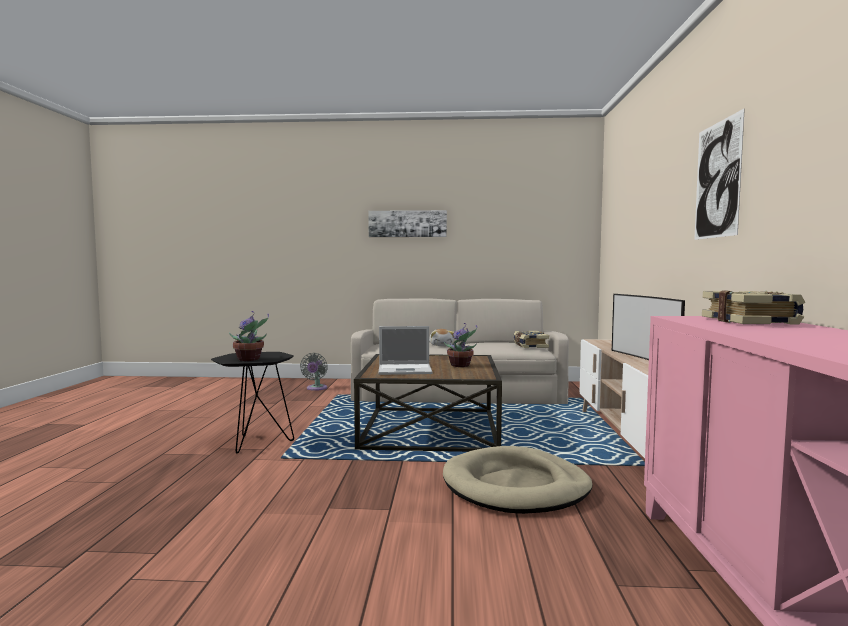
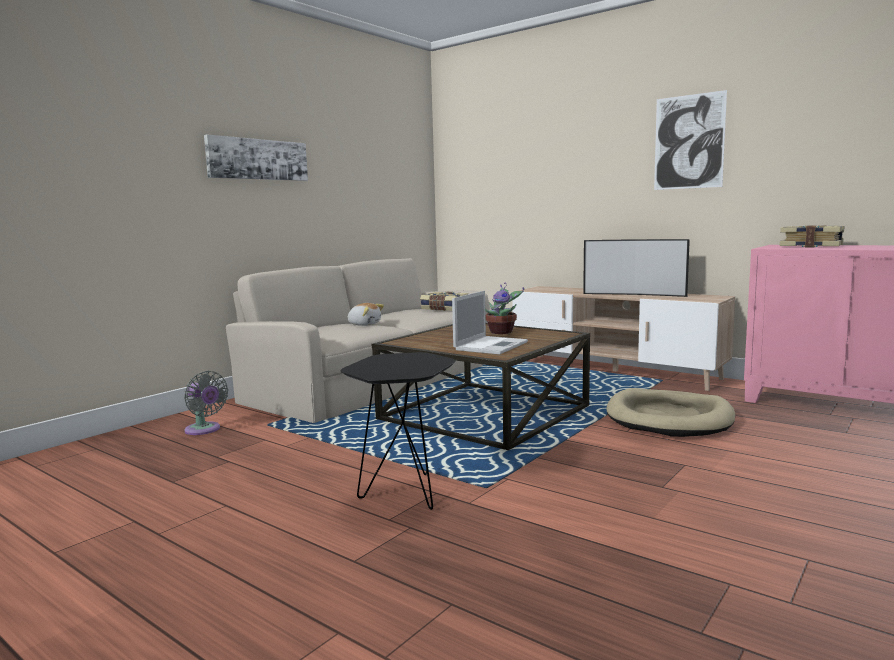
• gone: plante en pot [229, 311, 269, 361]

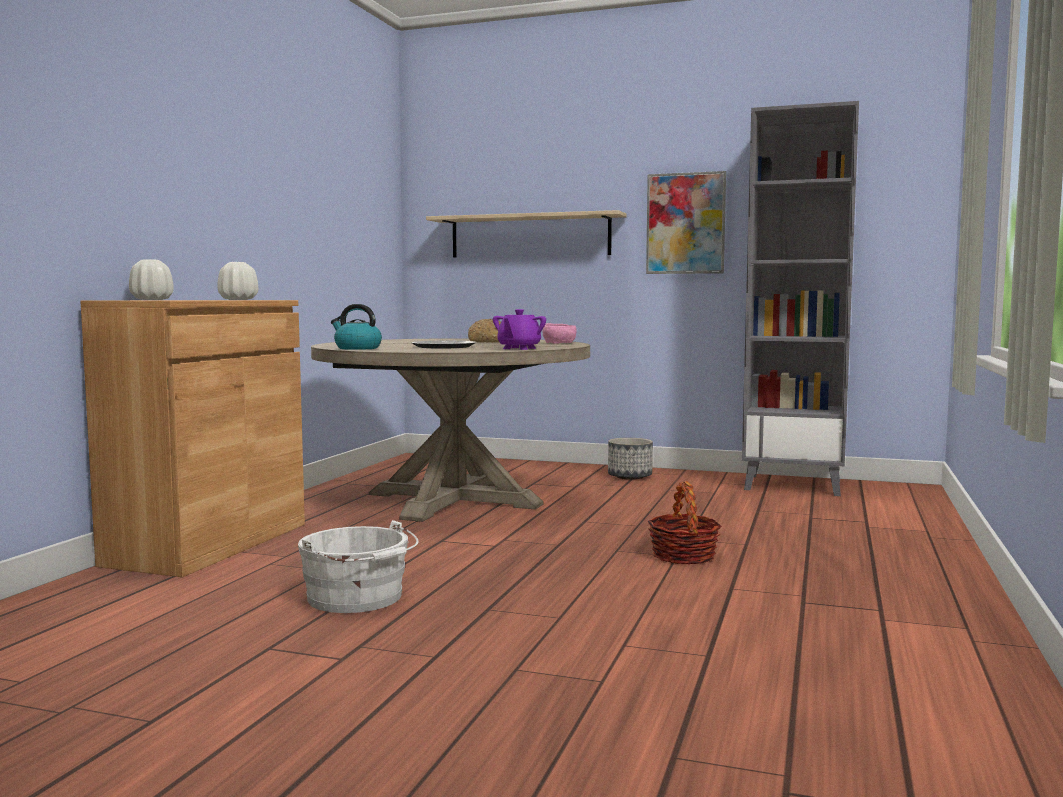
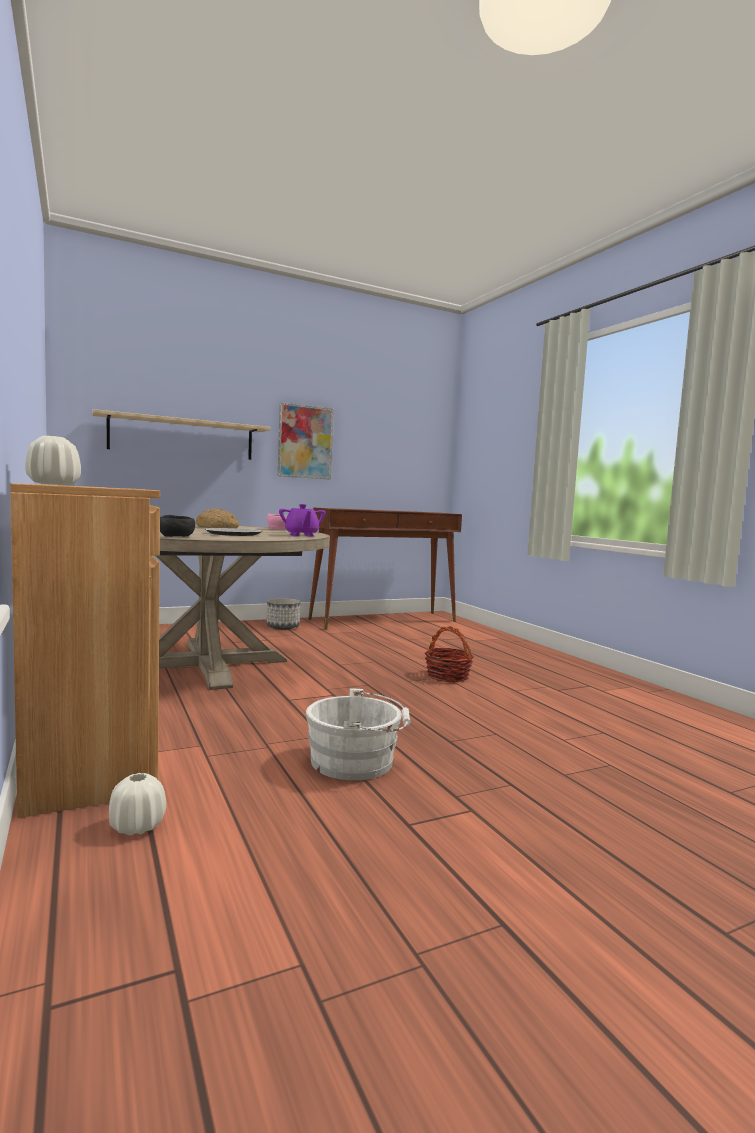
• shifted: vase/blanc [217, 262, 258, 300] to [109, 773, 166, 835]
• swapped: bouilloire [331, 304, 382, 350] to bol/noir [160, 515, 195, 537]
• swapped: bibliothèque/gris [742, 101, 859, 496] to table console/marron [308, 508, 462, 629]

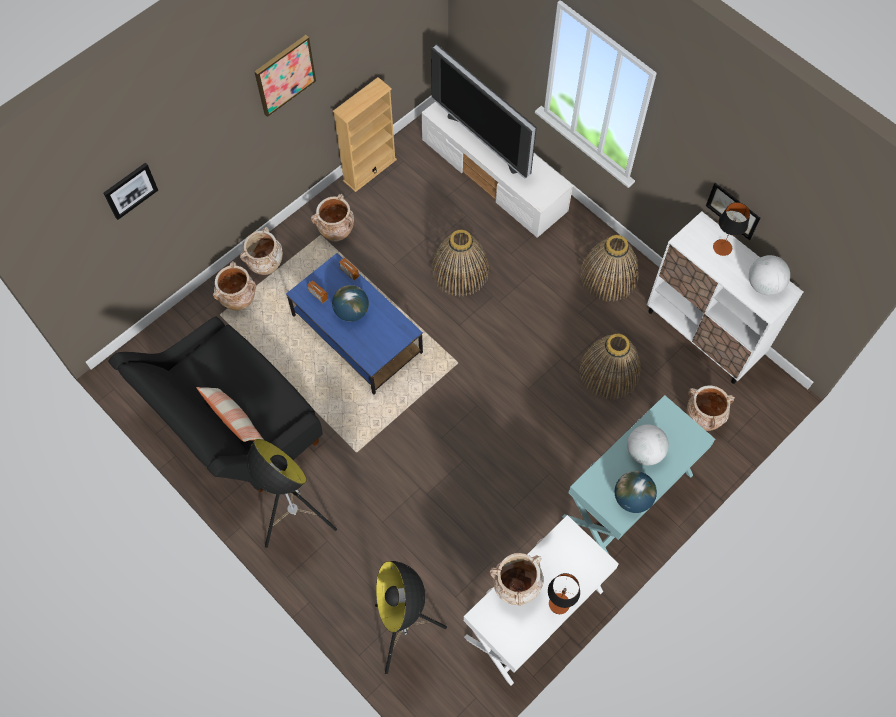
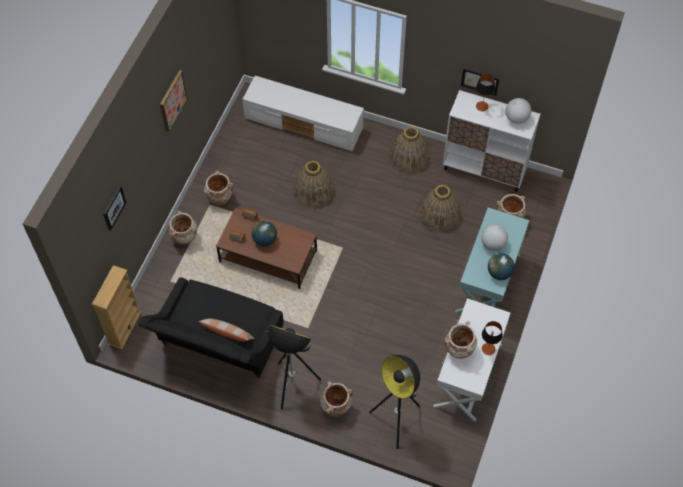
• shifted: bibliothèque/beige [333, 77, 397, 192] to [92, 265, 141, 349]
• repainted: table basse/bleu [286, 253, 423, 394] to table basse/marron [216, 208, 317, 289]
• shifted: vase/beige [213, 261, 256, 311] to [321, 381, 353, 417]
• gone: téléviseur [431, 44, 537, 179]

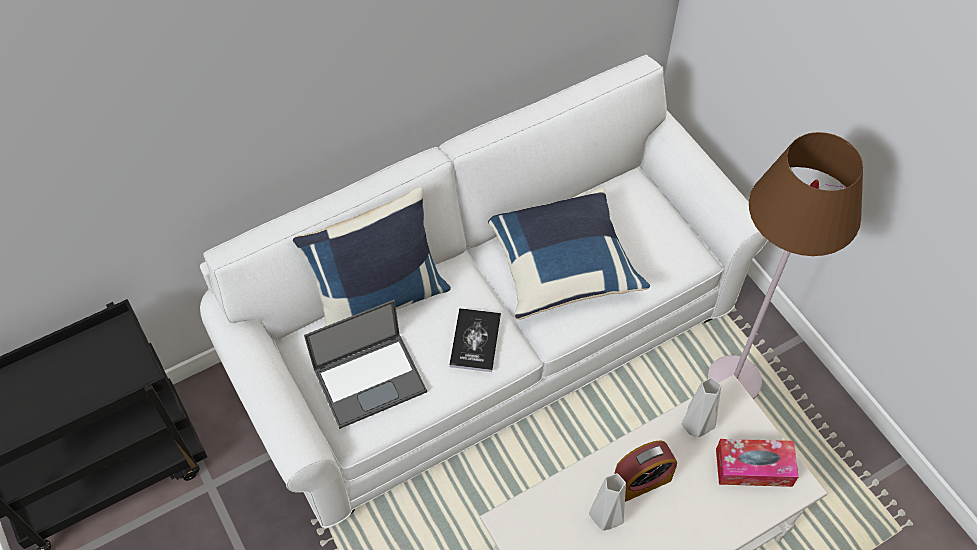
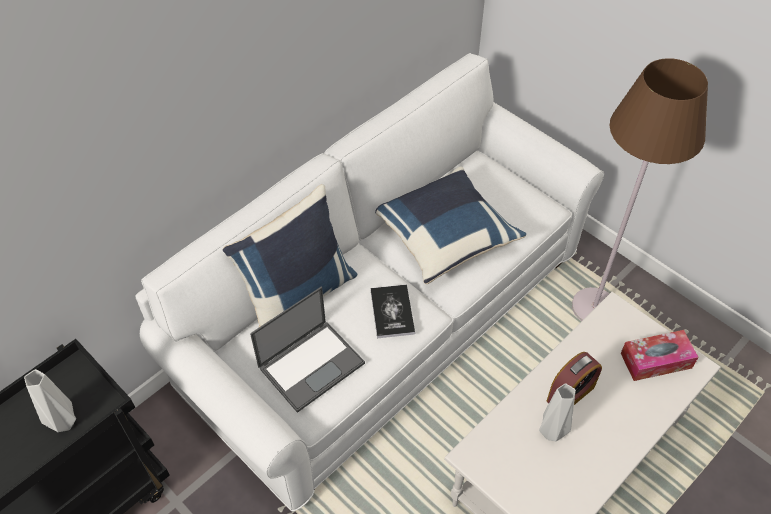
• shifted: vase/gris [682, 377, 721, 437] to [24, 369, 76, 432]

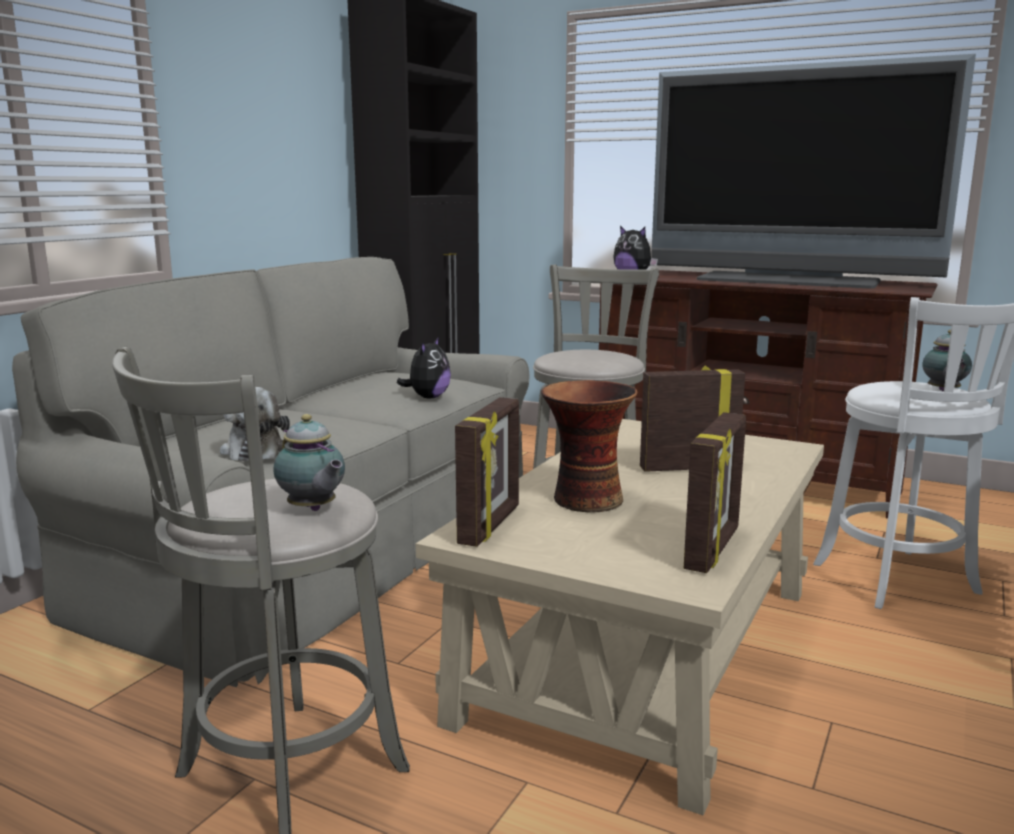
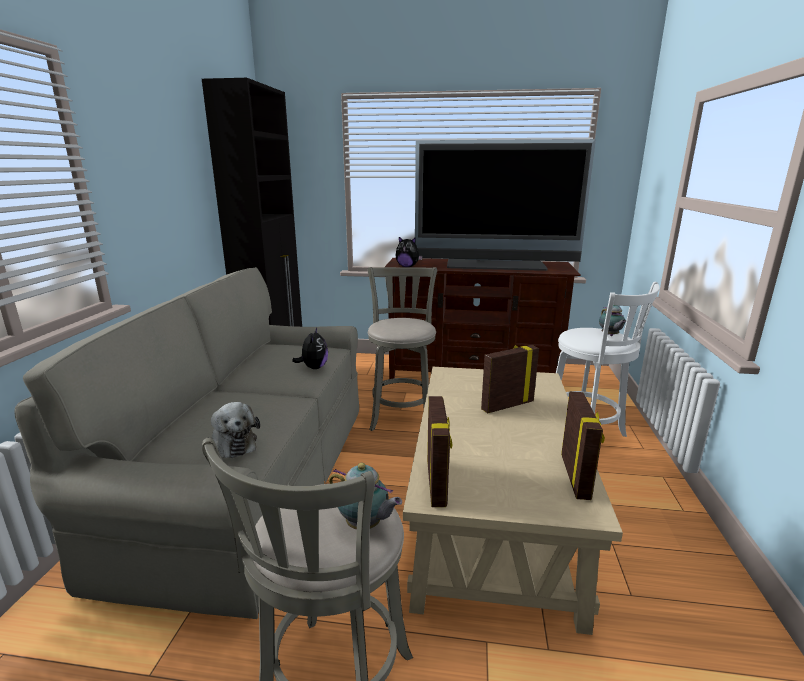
• gone: vase [541, 380, 637, 513]

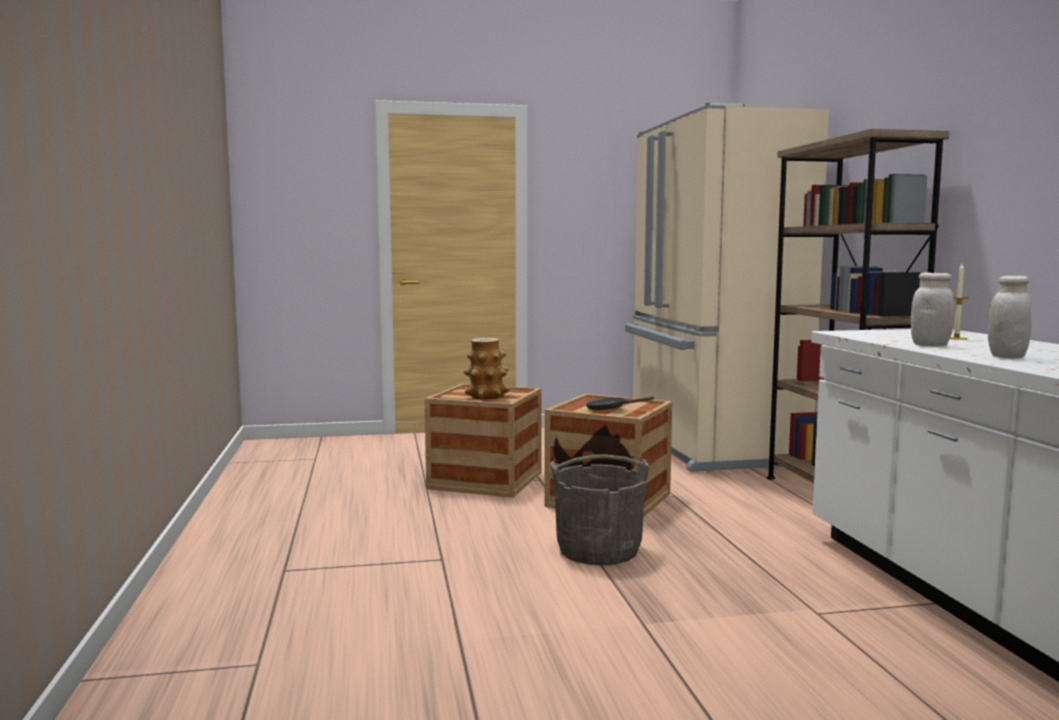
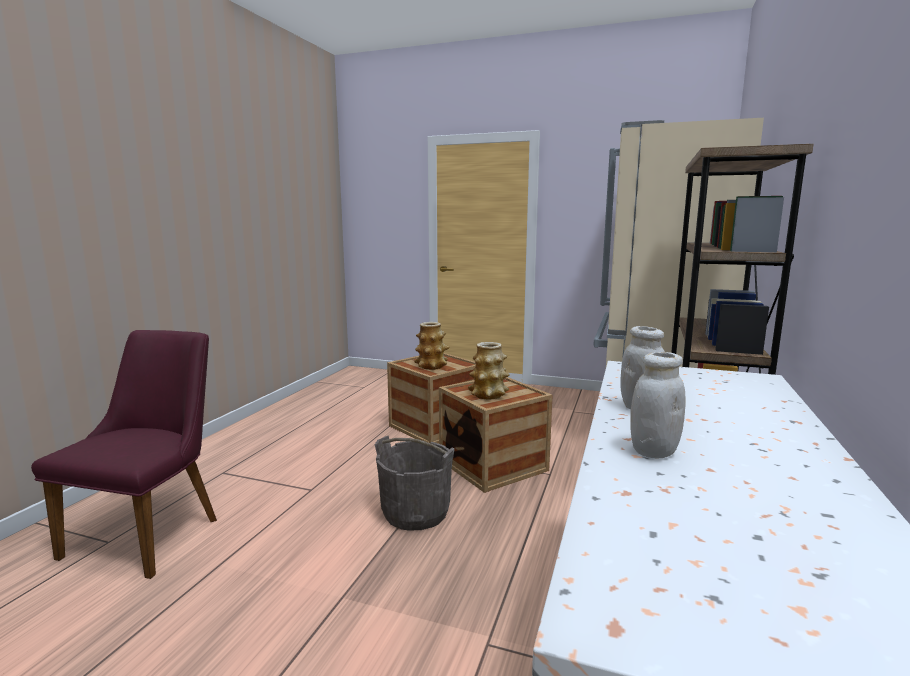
• new: chaise/violet [31, 330, 217, 579]
• swapped: poêle/noir [586, 396, 655, 410] to vase [468, 342, 510, 400]
• gone: bougie [950, 264, 969, 340]

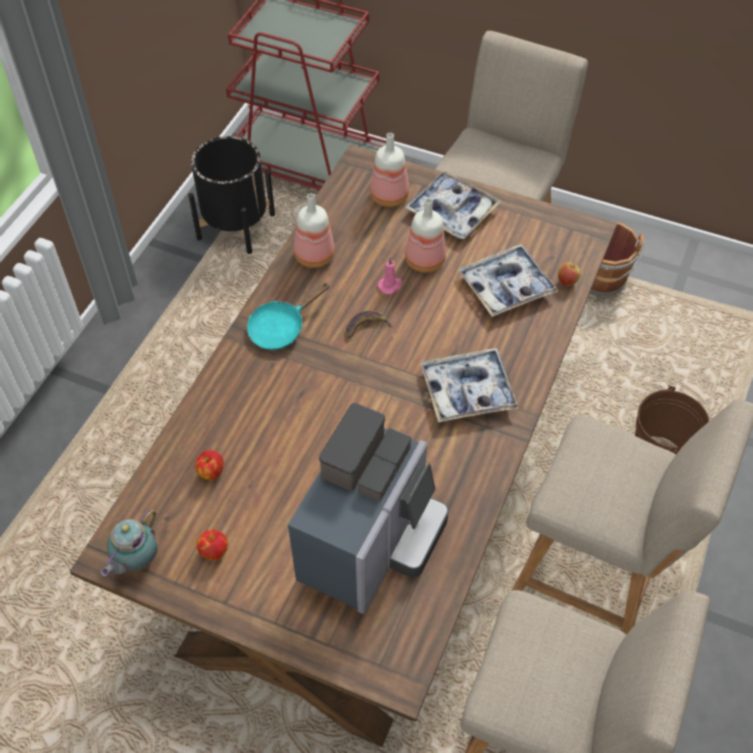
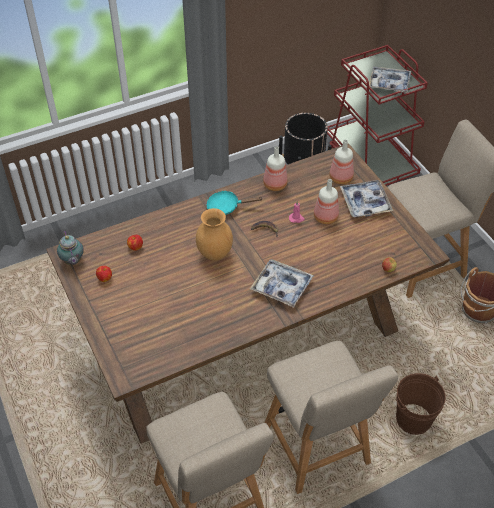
• rotated: théière [101, 508, 158, 576] = [57, 231, 84, 265] 90 degrees counterclockwise
• new: vase/marron [196, 208, 233, 261]
• shifted: plateau [459, 244, 558, 317] to [369, 66, 411, 93]
• gone: machine à café [288, 403, 449, 614]

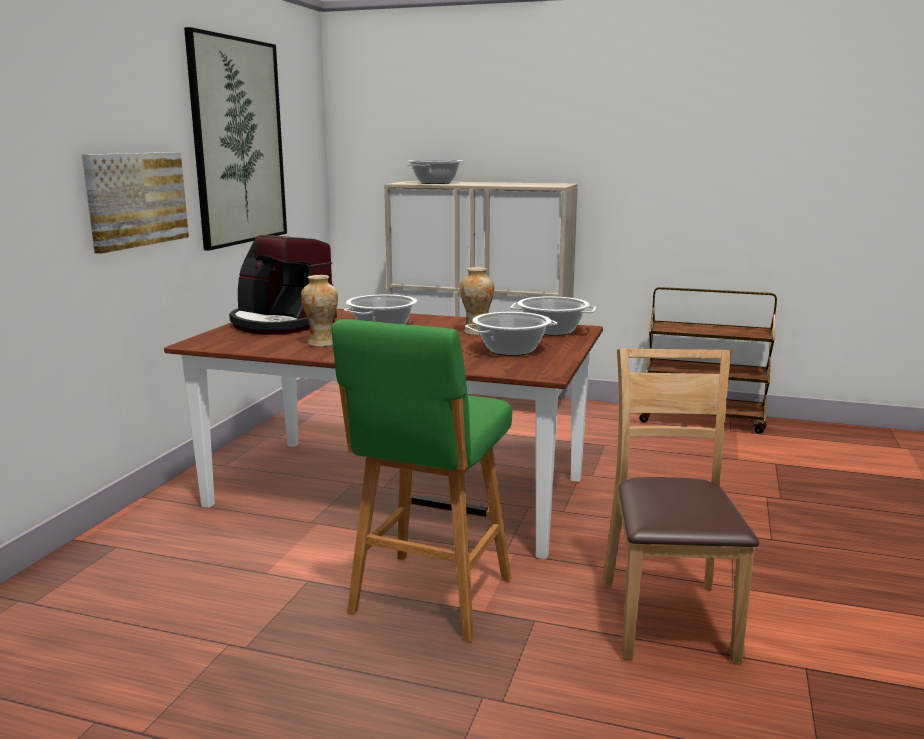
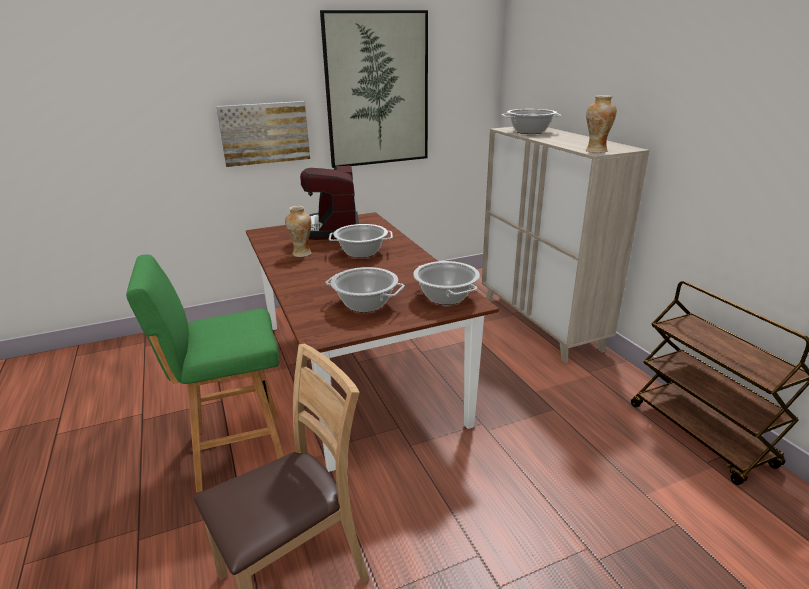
• shifted: vase [460, 267, 494, 335] to [586, 95, 617, 153]

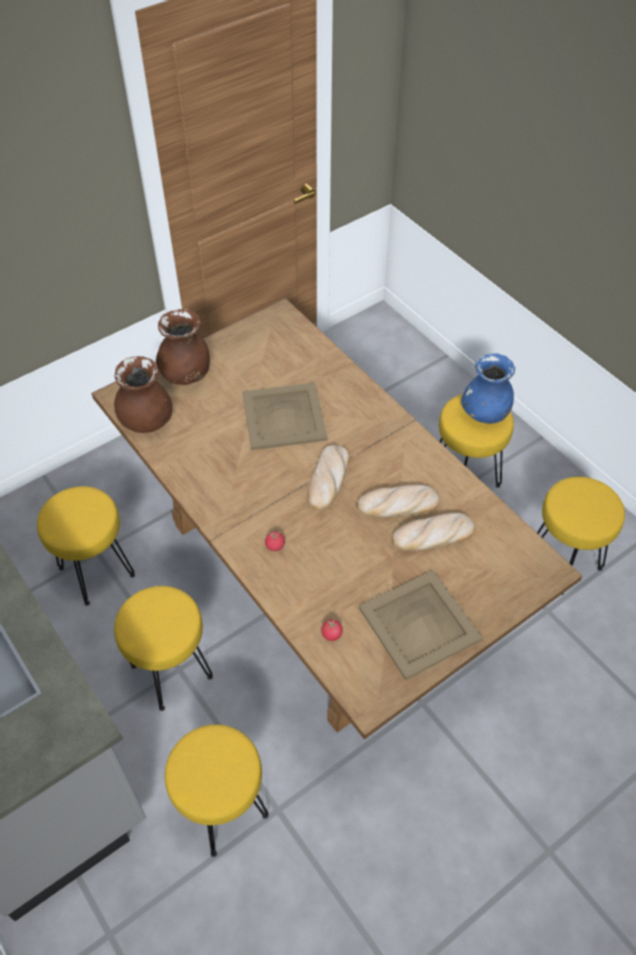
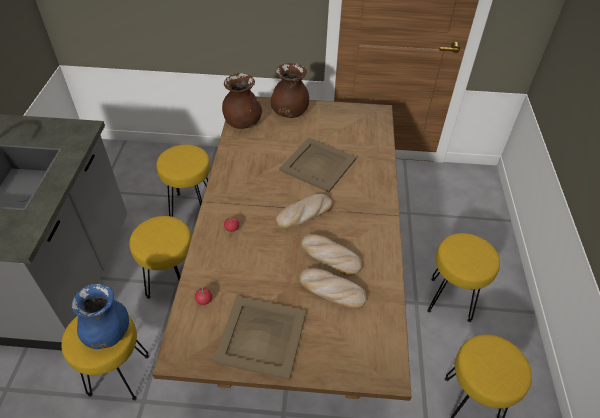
• shifted: vase/bleu [461, 353, 515, 424] to [71, 284, 129, 349]

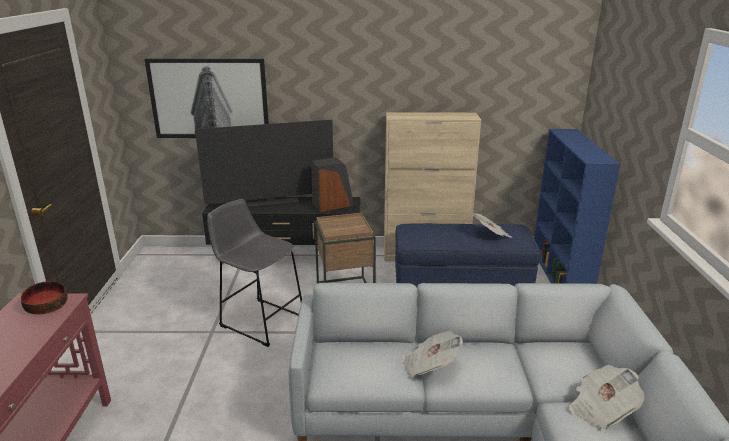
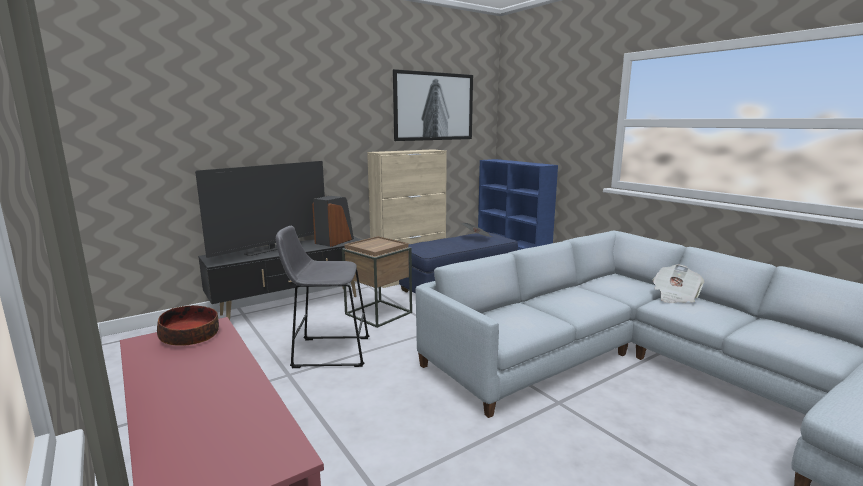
• shifted: tableau [145, 58, 269, 138] to [393, 69, 473, 141]
• gone: journal [401, 331, 463, 377]

